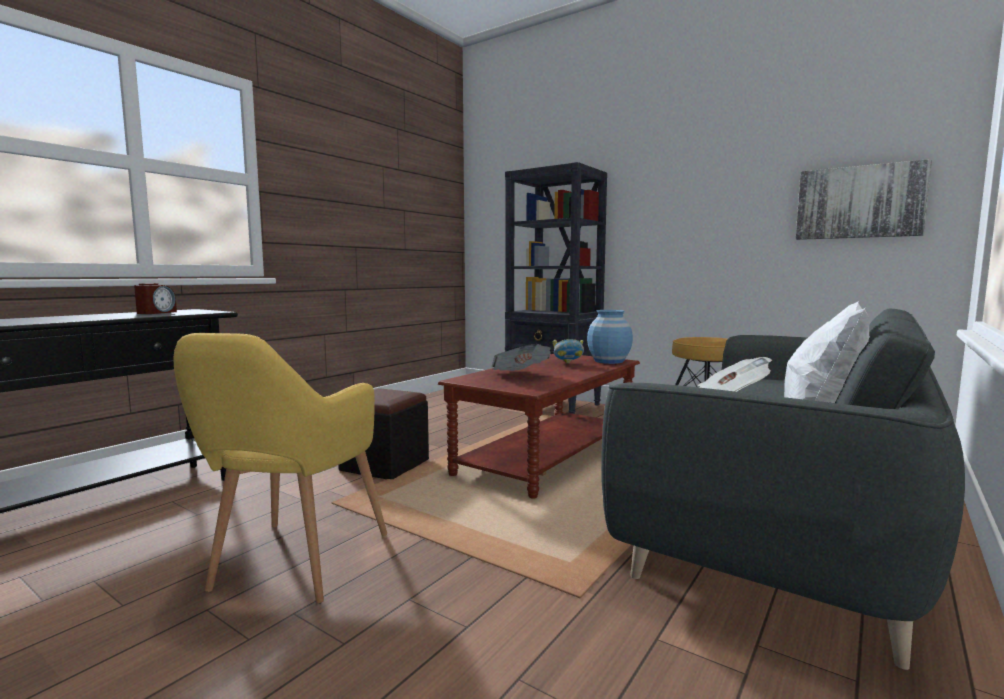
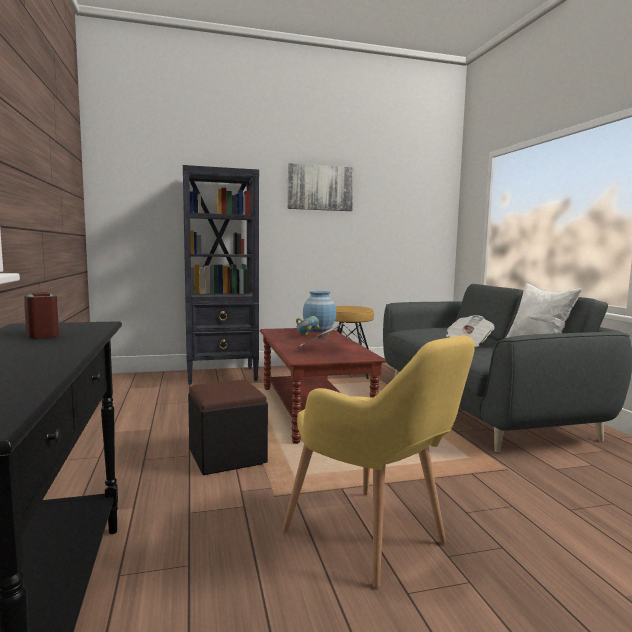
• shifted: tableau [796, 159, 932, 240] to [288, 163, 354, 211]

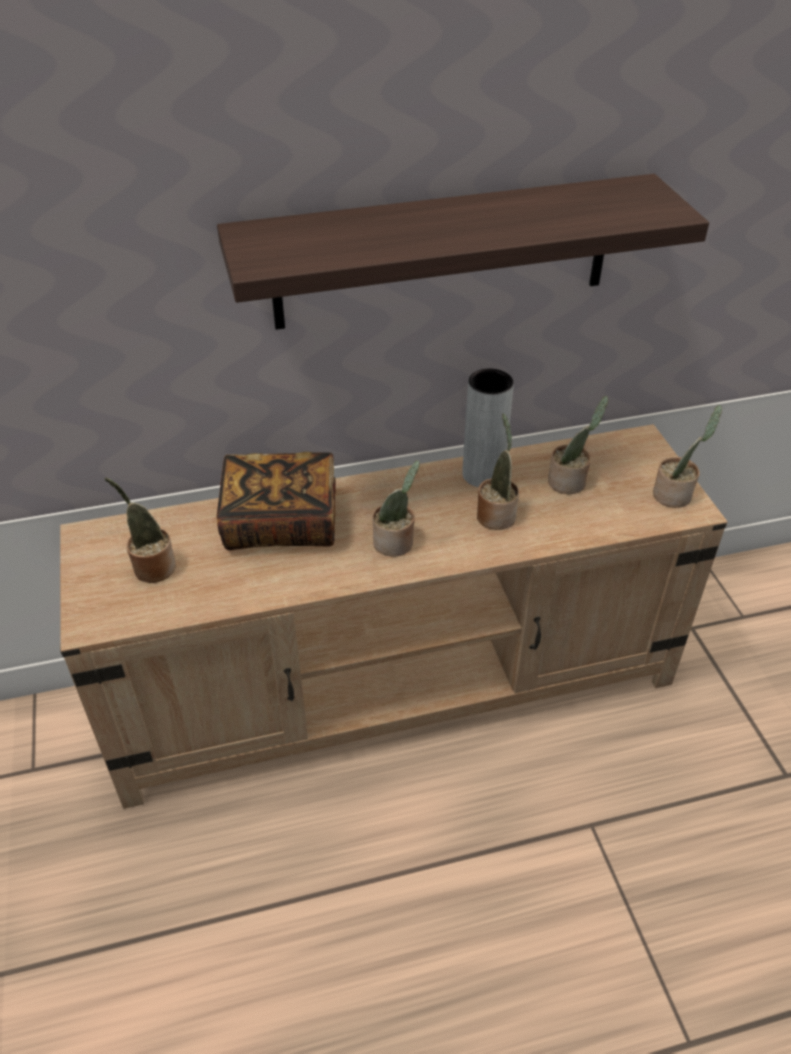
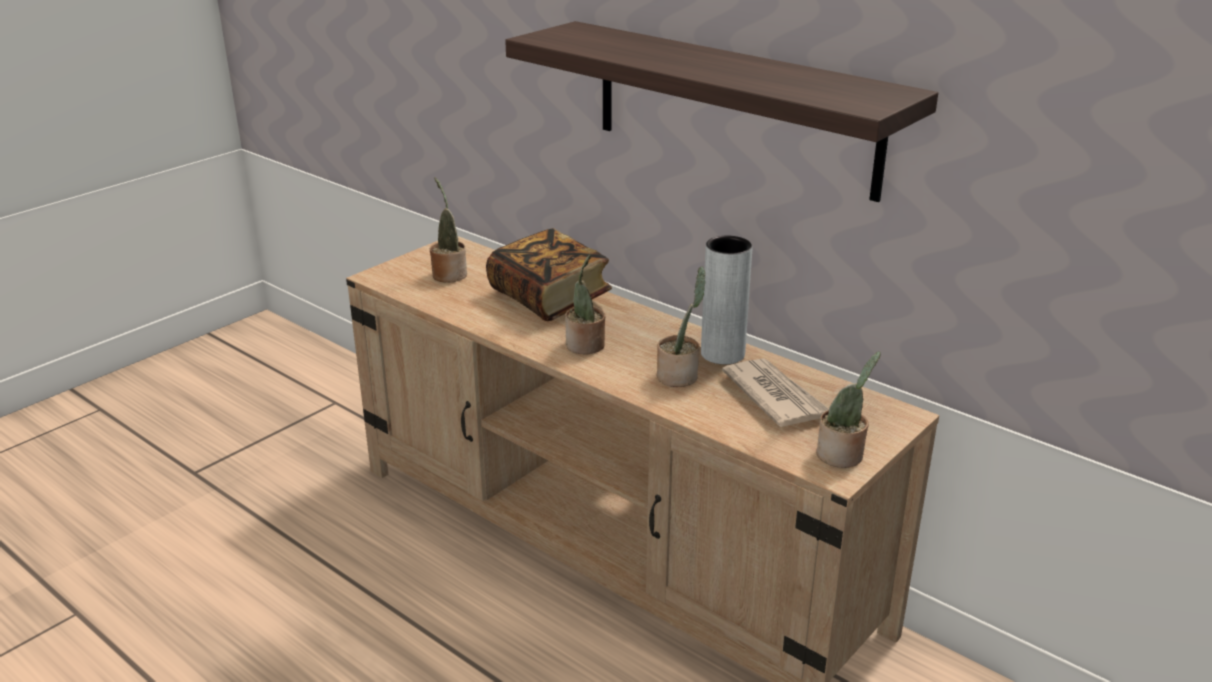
• swapped: plante en pot [548, 396, 608, 494] to journal [722, 358, 829, 427]

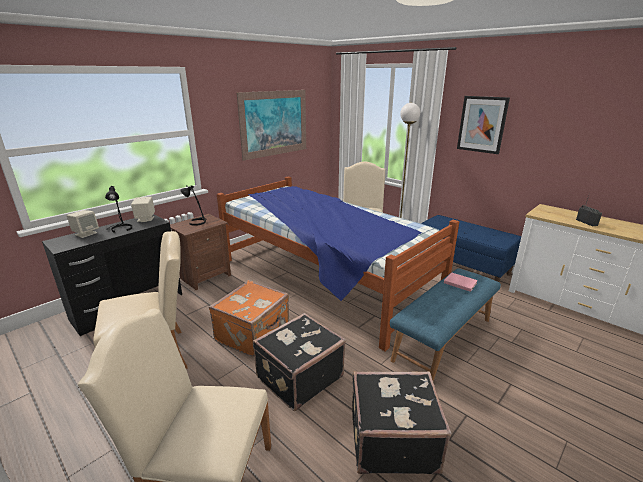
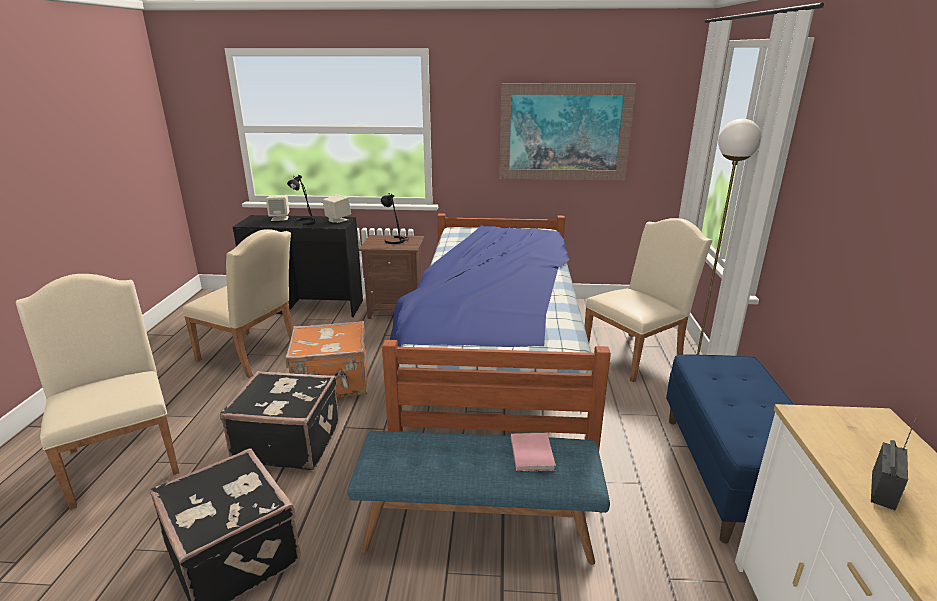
• gone: tableau [457, 96, 510, 154]

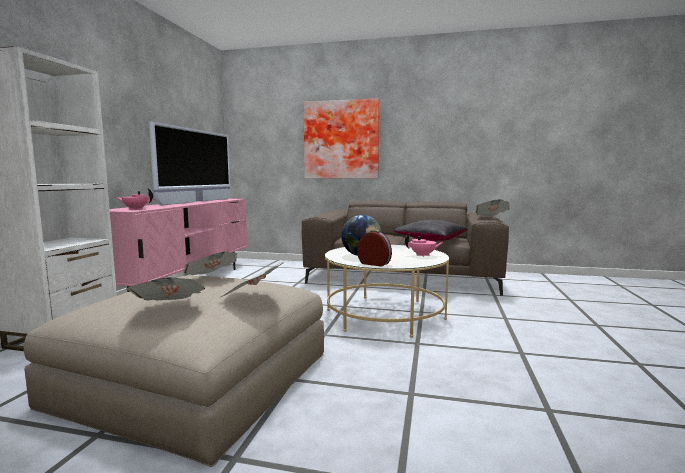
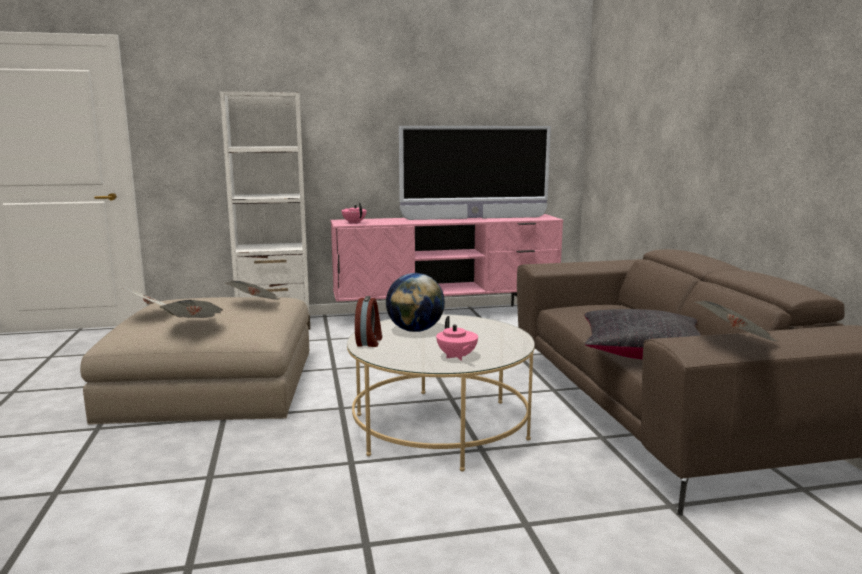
• gone: tableau [303, 98, 379, 178]

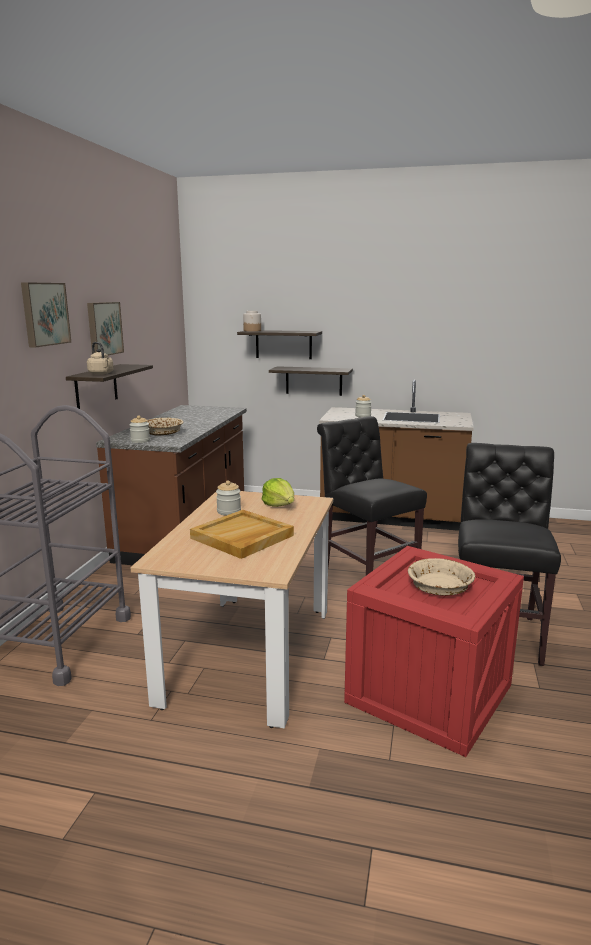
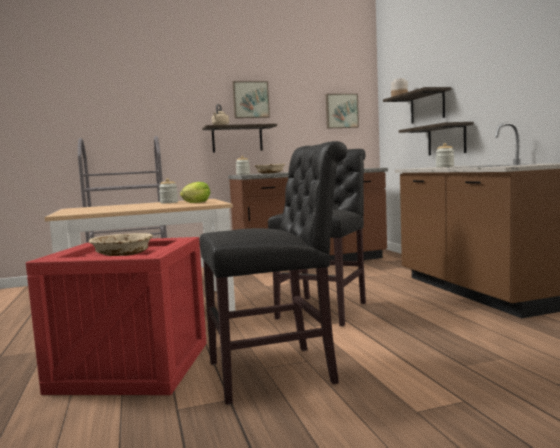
• shifted: tableau [21, 282, 71, 347] to [326, 94, 359, 129]
• gone: plateau/beige [190, 510, 294, 559]

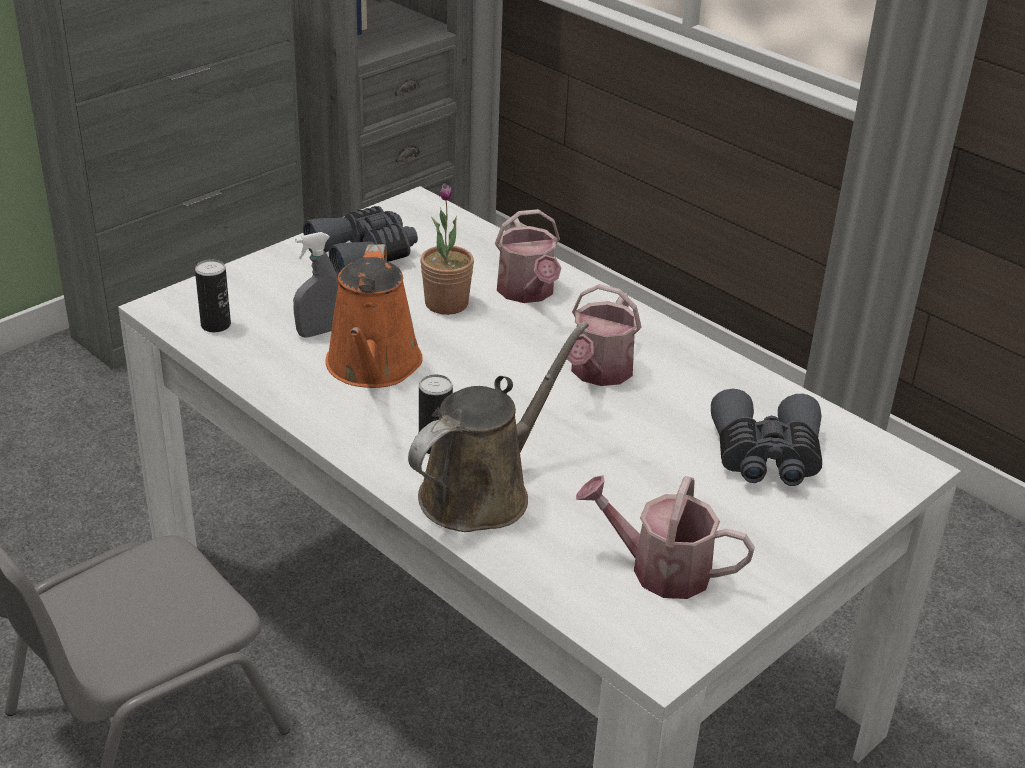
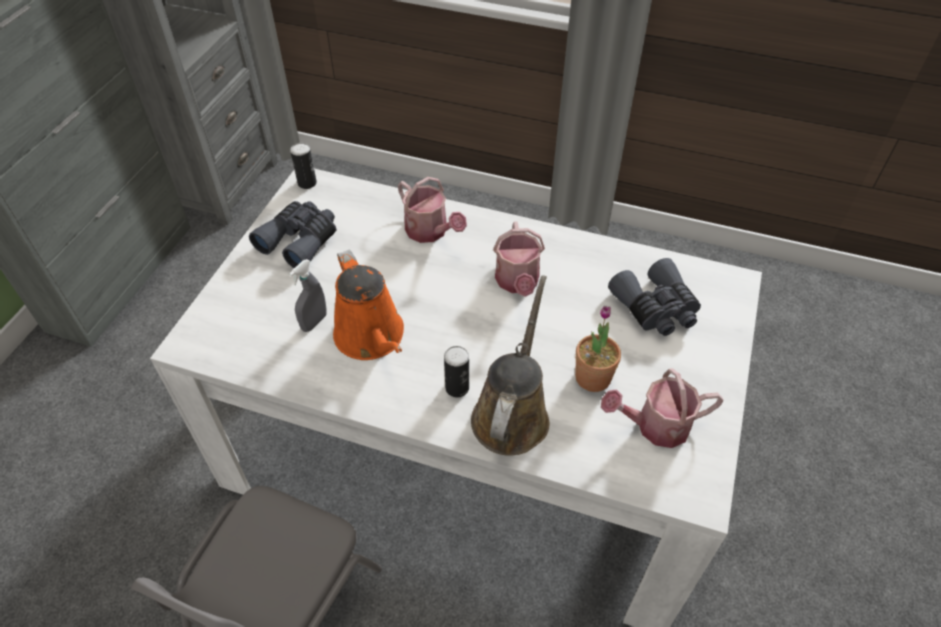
• shifted: boîte métallique [195, 259, 231, 332] to [290, 143, 317, 189]
• shifted: plante en pot [420, 183, 474, 315] to [575, 306, 621, 392]

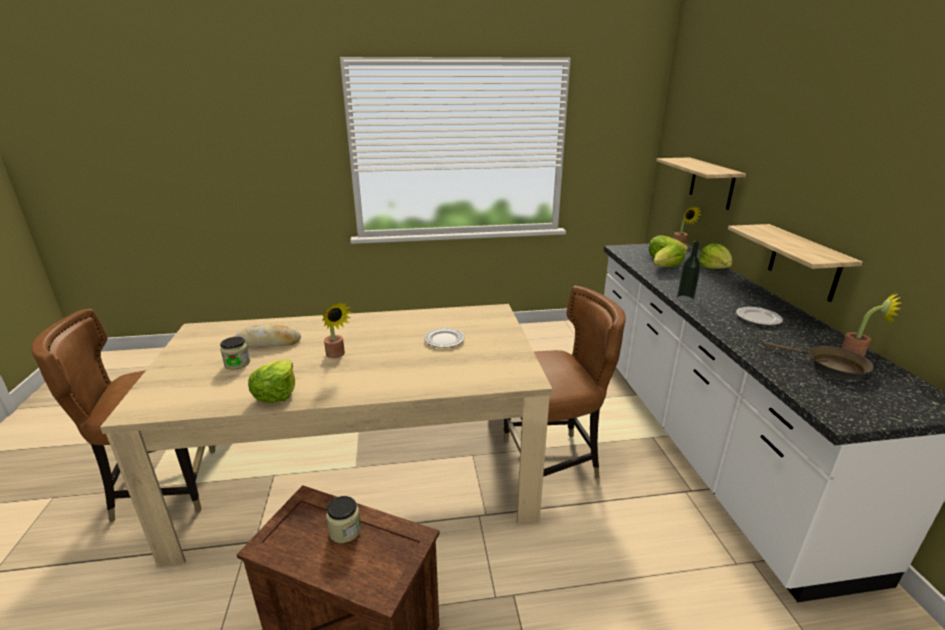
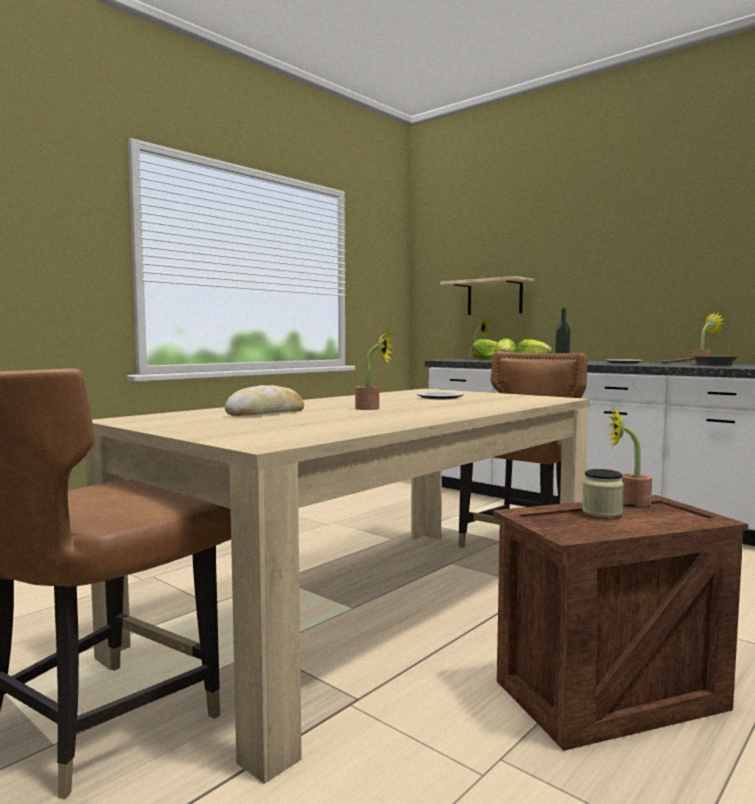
• new: plante en pot [609, 409, 652, 505]
• gone: bocal [220, 337, 250, 370]
• gone: laitue [248, 359, 295, 403]
• gone: étagère [728, 224, 863, 302]

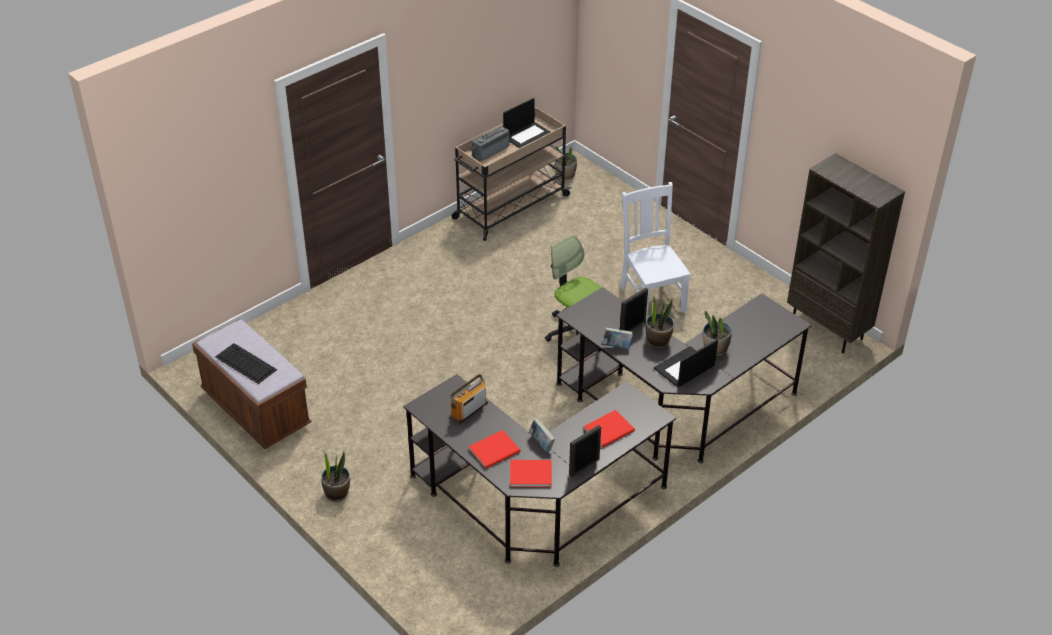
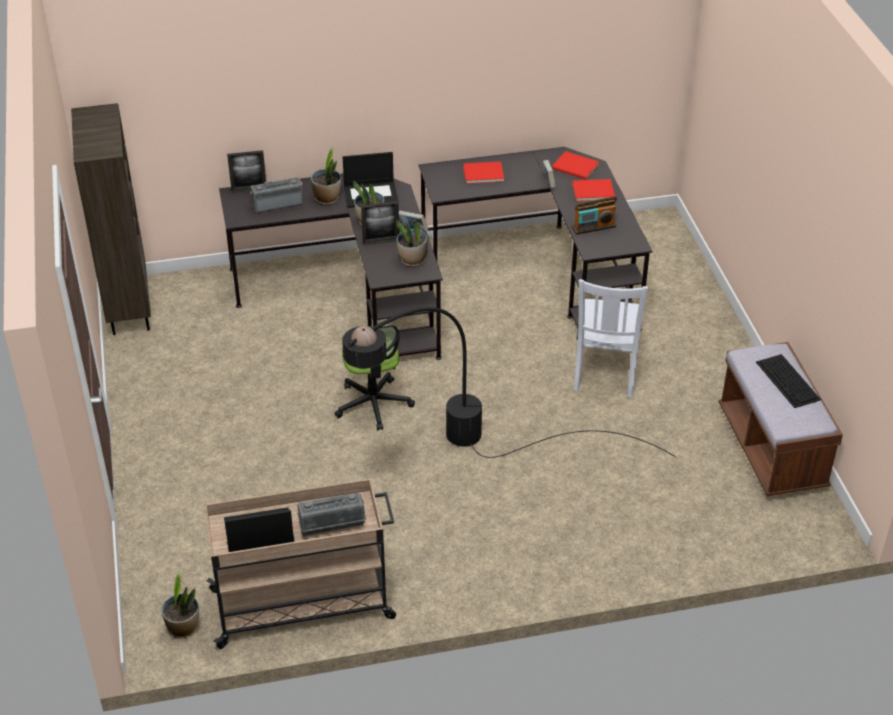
• shifted: cadre photo [569, 425, 601, 477] to [227, 150, 266, 193]
• new: radio [250, 177, 304, 213]
• new: lampadaire/noir [342, 307, 676, 458]
• shifted: plante en pot [321, 450, 350, 502] to [396, 220, 428, 267]
• shifted: chaise/blanc [620, 182, 691, 317] to [574, 279, 648, 397]

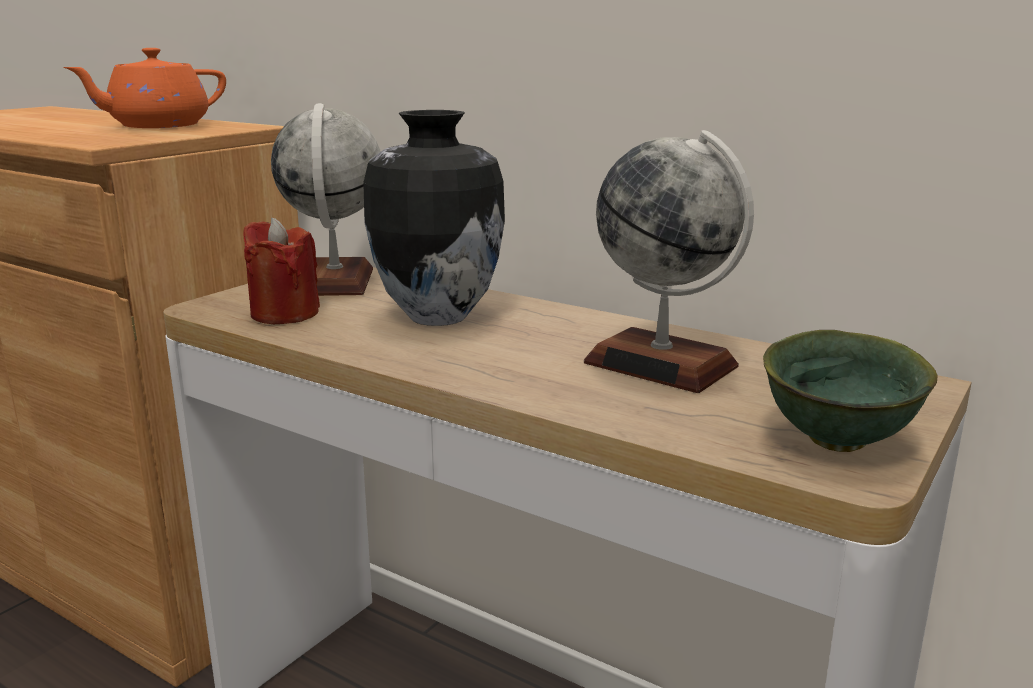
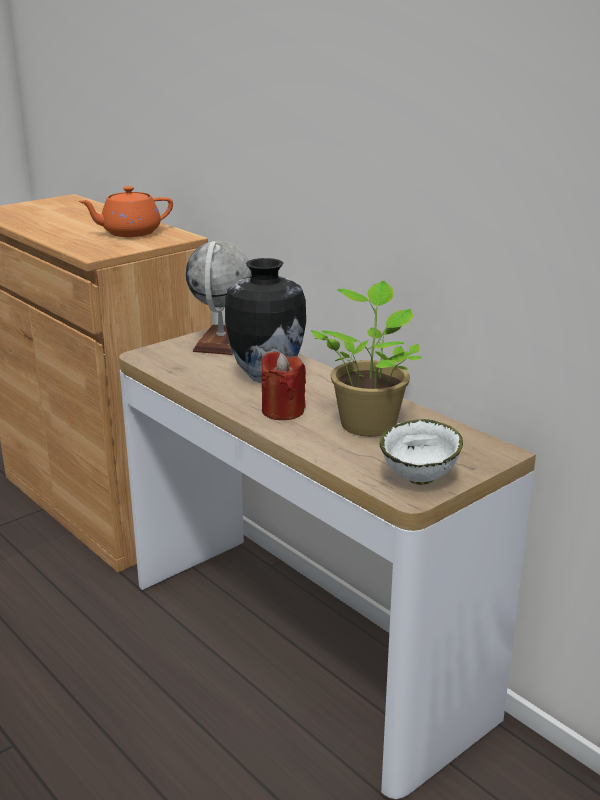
• shifted: bougie/rouge [243, 218, 320, 324] to [261, 351, 306, 420]
• swapped: globe [584, 130, 754, 393] to plante en pot [311, 281, 422, 437]
• repainted: bol/vert [763, 330, 938, 452] to bol/blanc [380, 419, 463, 485]

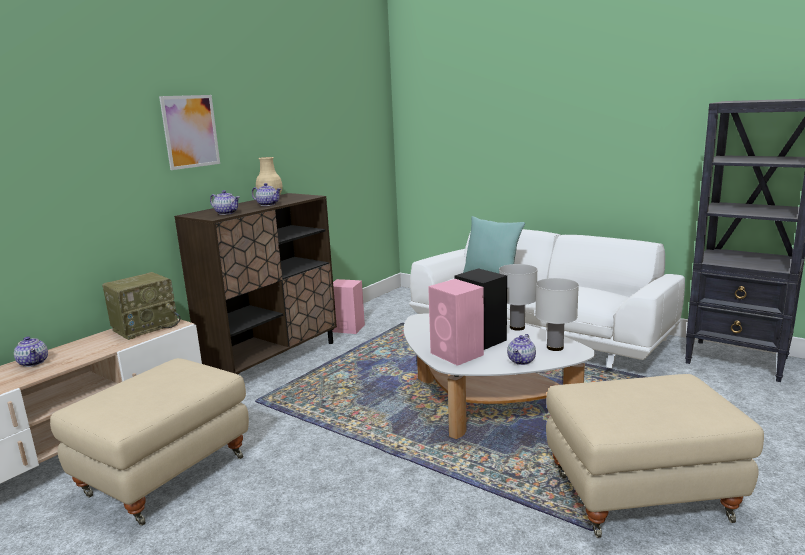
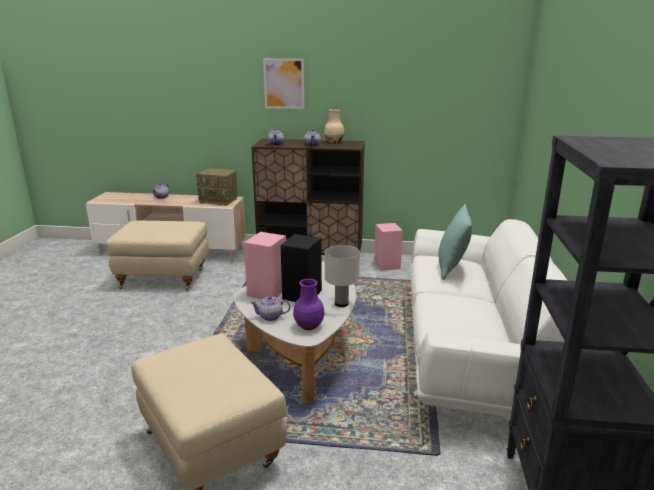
• swapped: lampe de table/blanc [535, 278, 579, 351] to vase/violet [293, 279, 324, 330]

